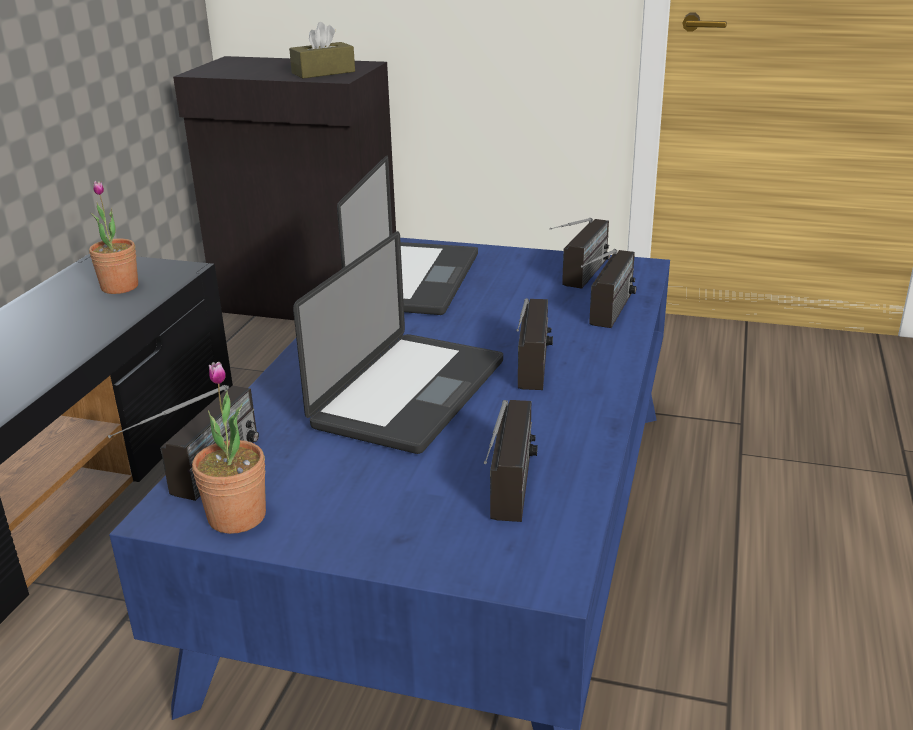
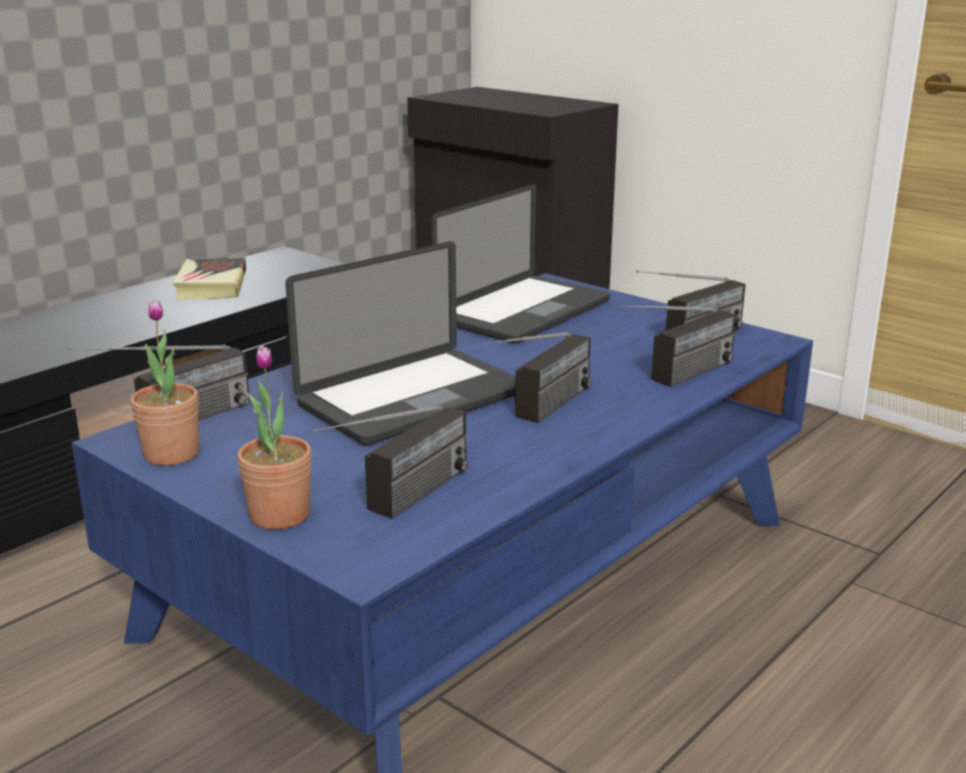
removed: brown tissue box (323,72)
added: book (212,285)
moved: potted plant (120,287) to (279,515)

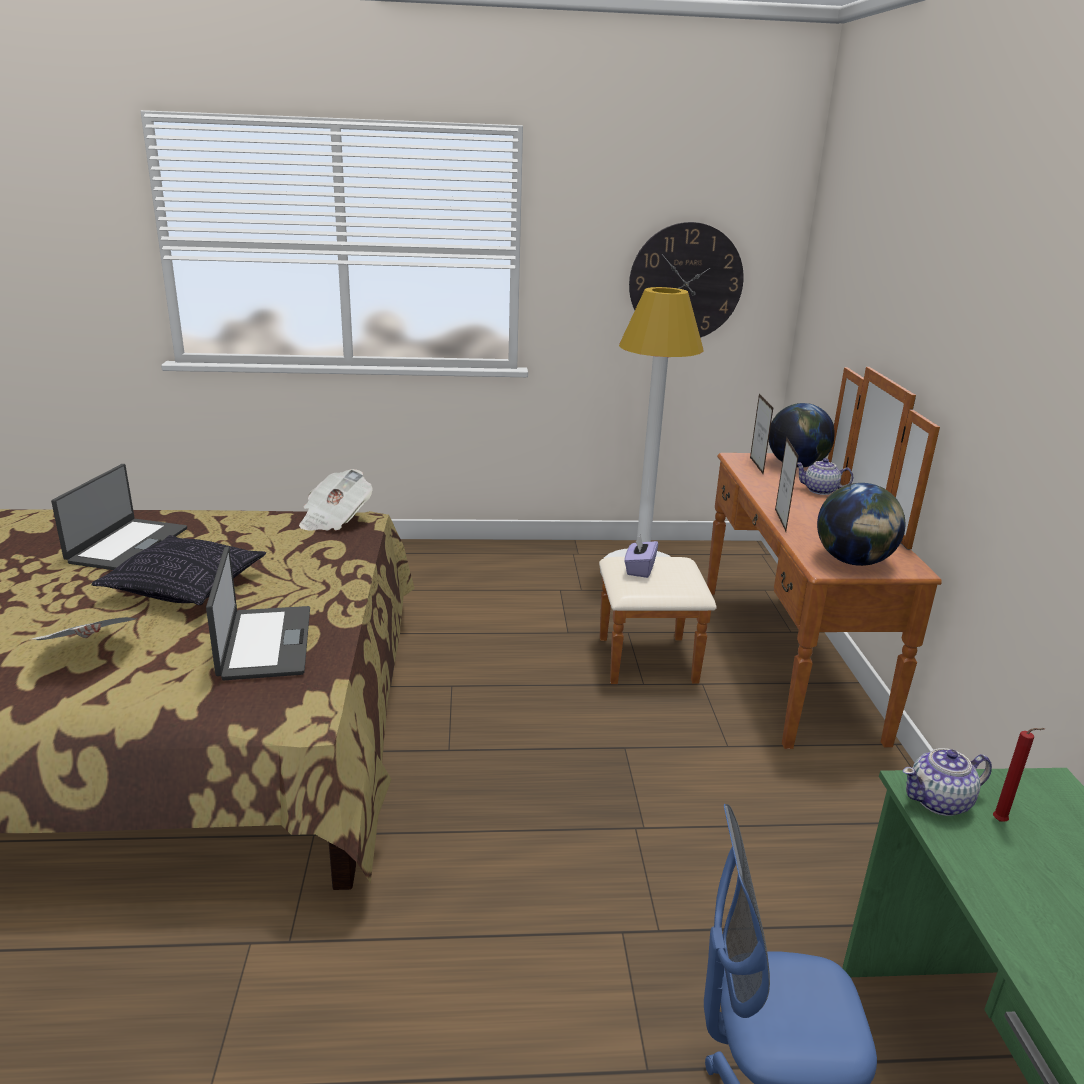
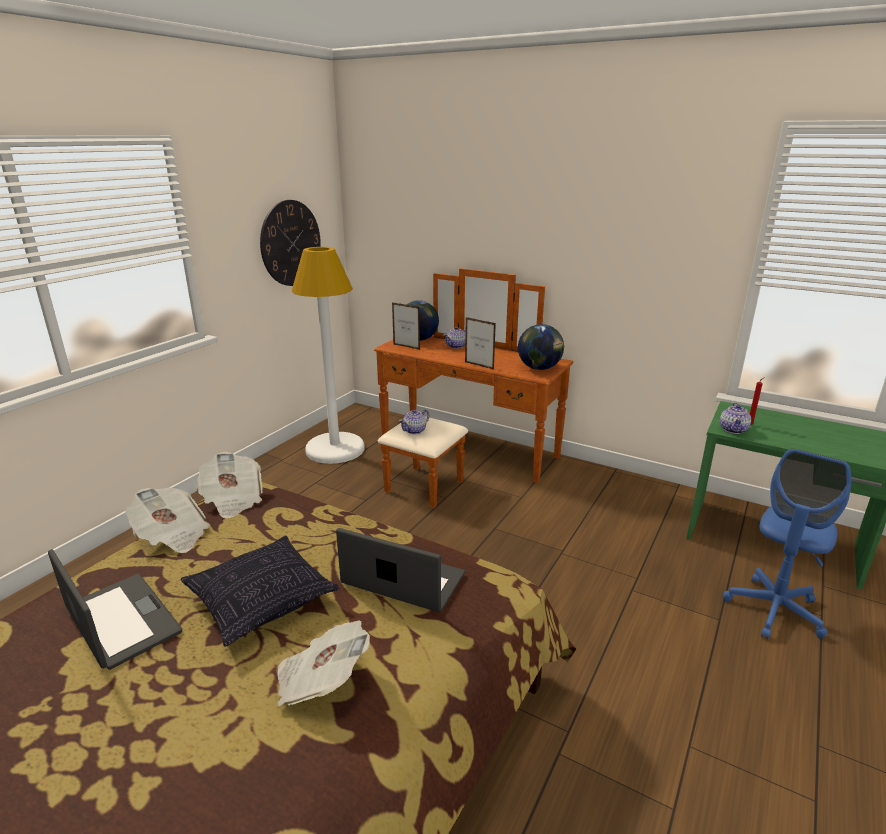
added: newspaper (172,535)
replaced: purple tissue box (639,569) to teapot (415,430)

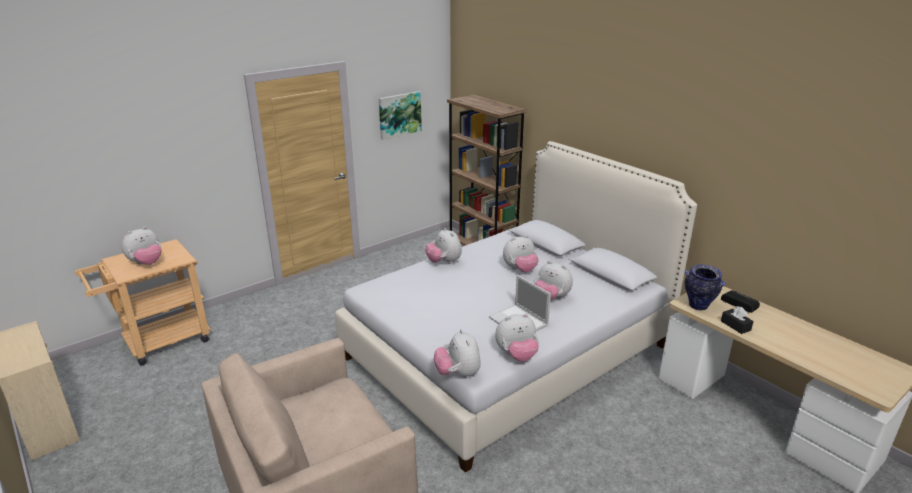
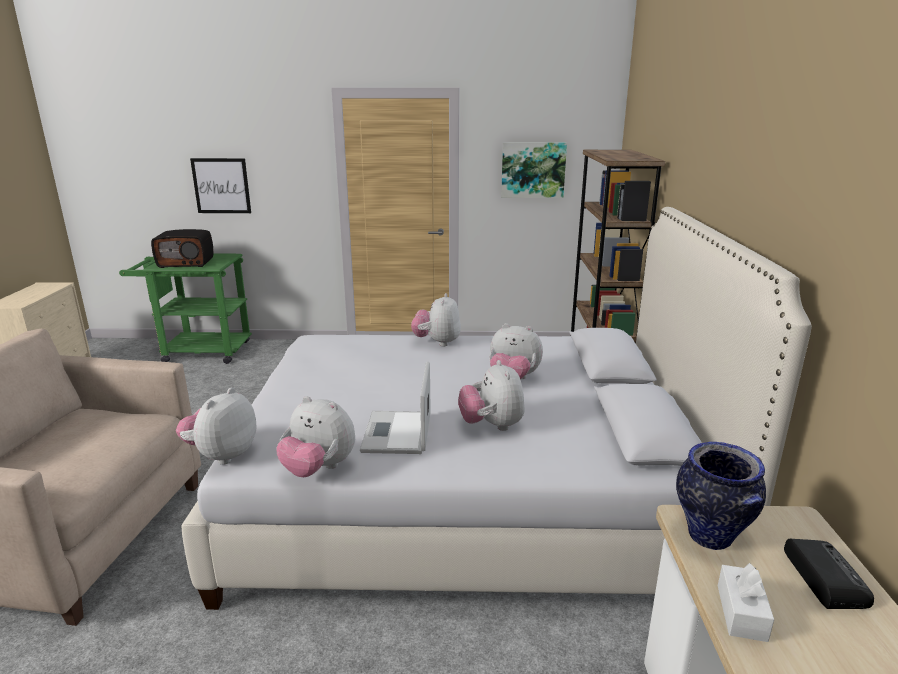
added: picture (221,186)
replaced: plush toy (146,263) to radio (186,263)
recoloured: beige cart (159,343) to green cart (199,351); black tissue box (735,325) to white tissue box (741,612)

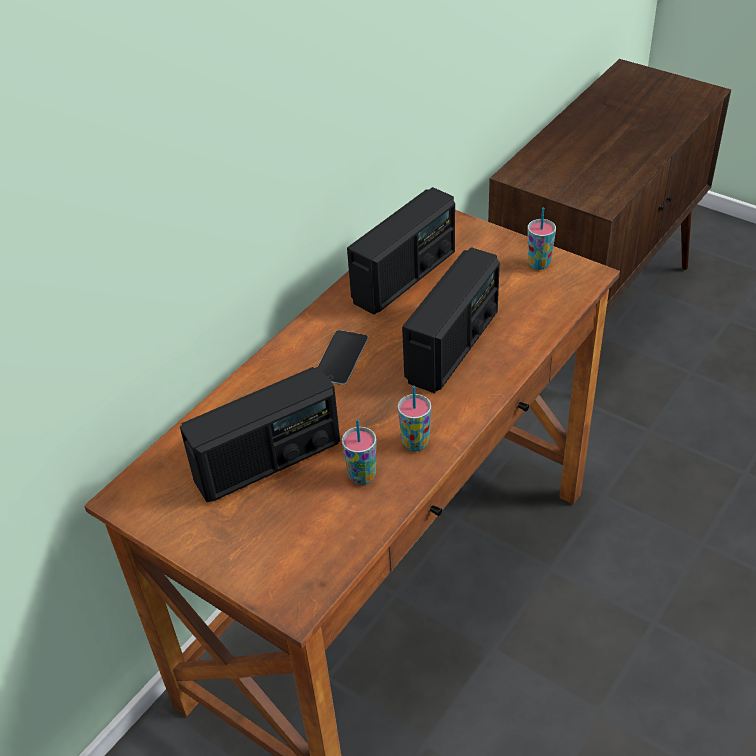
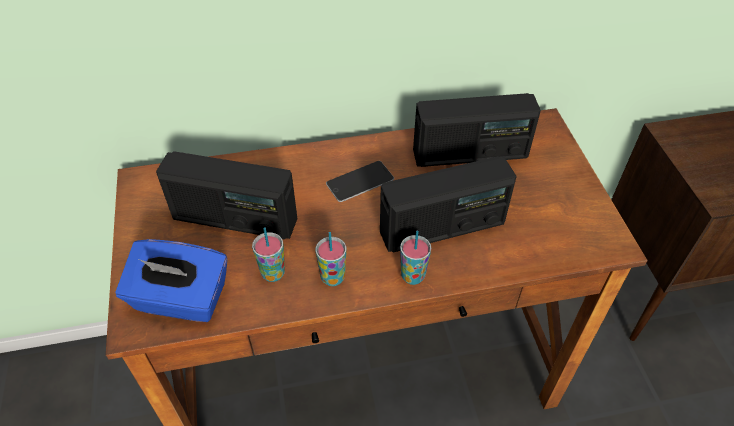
added: blue tissue box (180,299)
moved: cup (539,264) to (413,276)

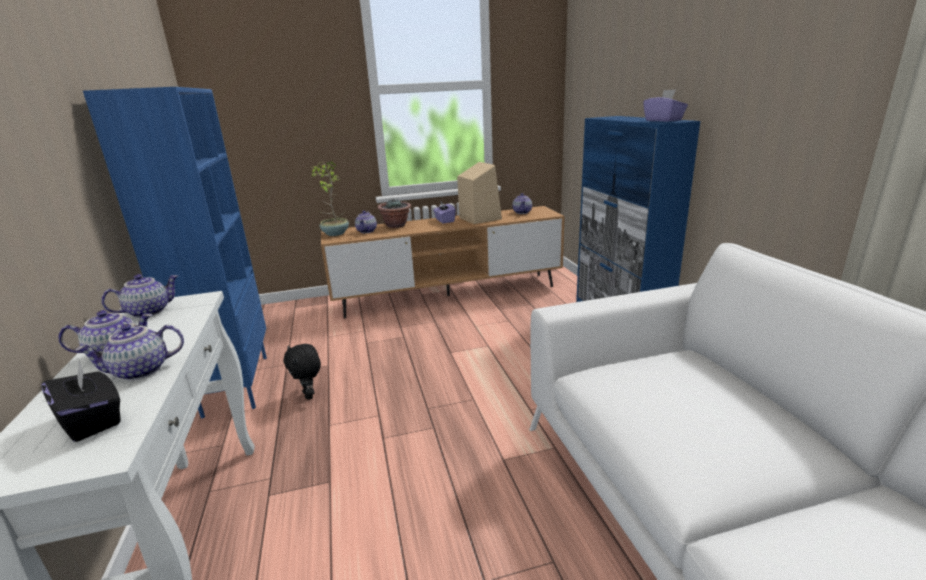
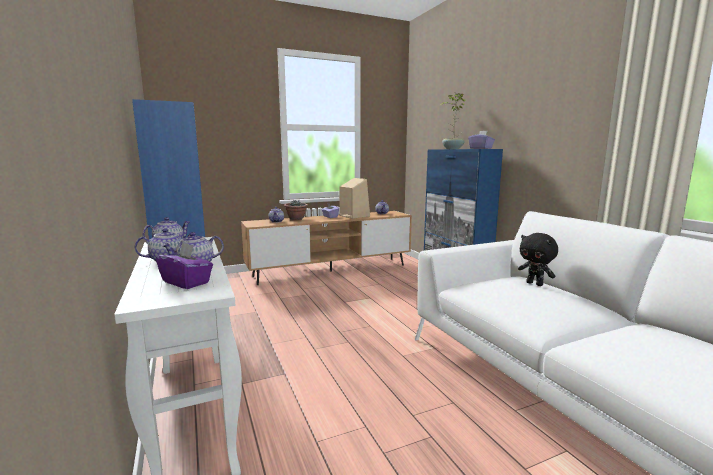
moved: potted plant (334,234) to (452,149); black plush toy (309,395) to (535,284)
recoloured: black tissue box (92,420) to purple tissue box (186,282)

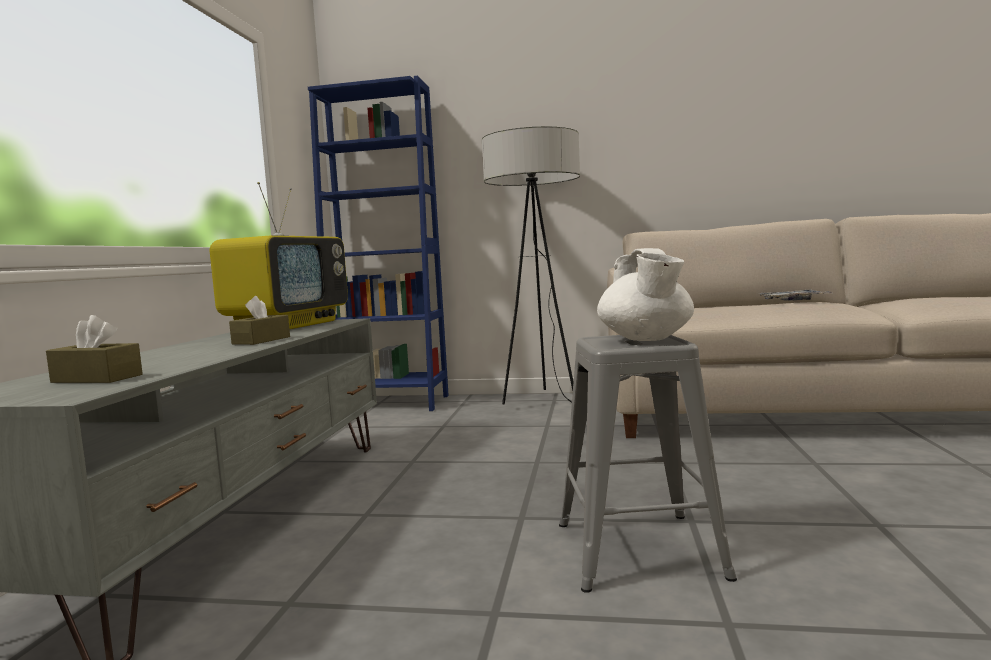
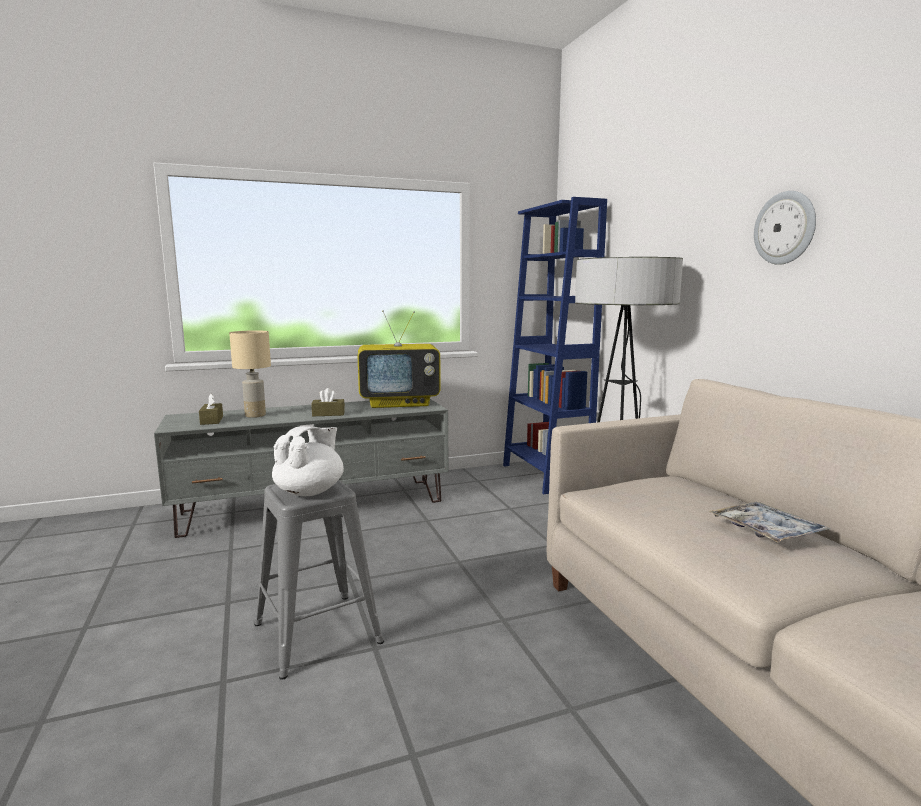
added: beige table lamp (255,415); wall clock (785,228)
turned: white teapot (646,339) = (310,491) 150 degrees clockwise

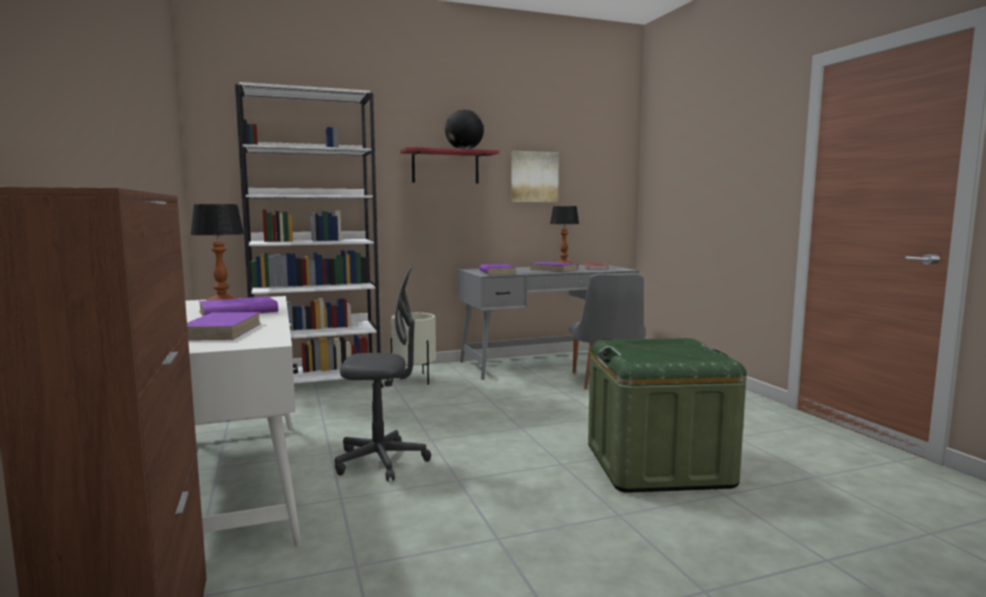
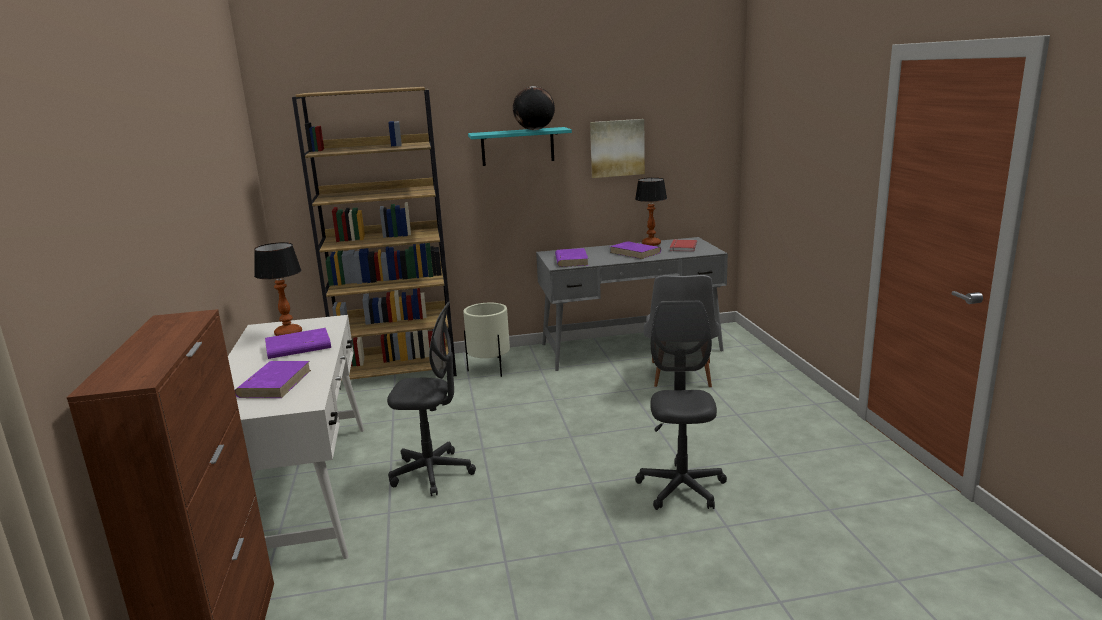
replaced: green storage box (657,465) to grey office chair (681,488)
recoloured: white bookcase (318,382) to brown bookcase (398,371); red shelf (445,167) to turquoise shelf (517,146)

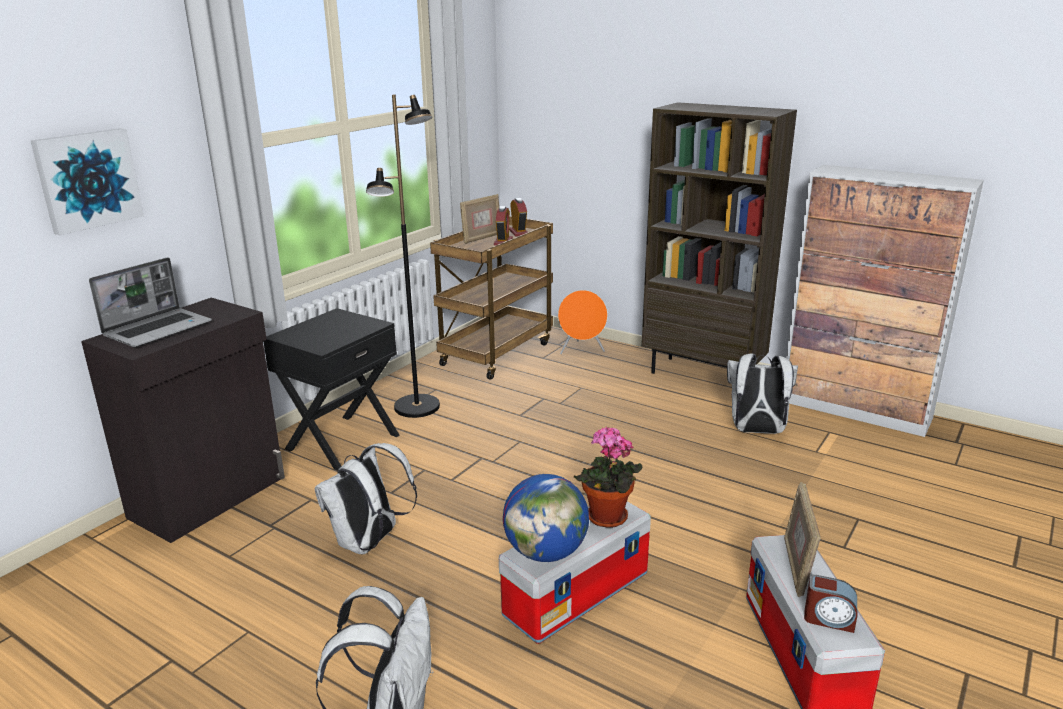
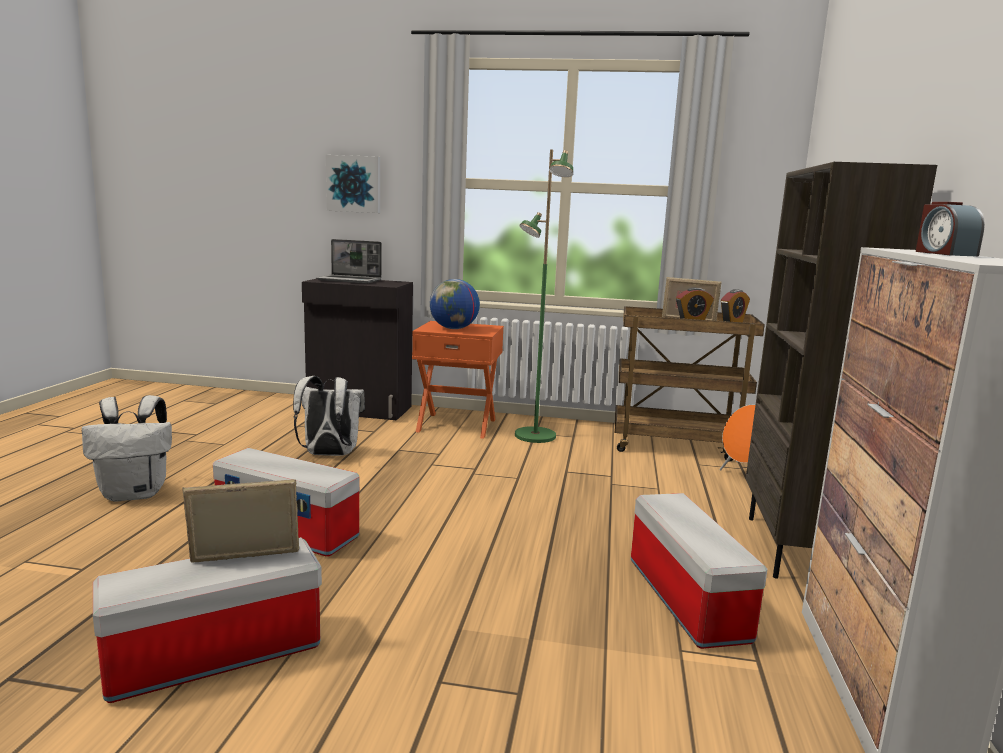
removed: potted plant (606,519)
moved: globe (546,552) to (454,329); alarm clock (829,619) to (944,254)
replaced: white backpack (756,431) to storage box (684,598)
recoloured: black nightstand (341,441) to orange nightstand (457,425); black floor lamp (417,407) to green floor lamp (534,436)

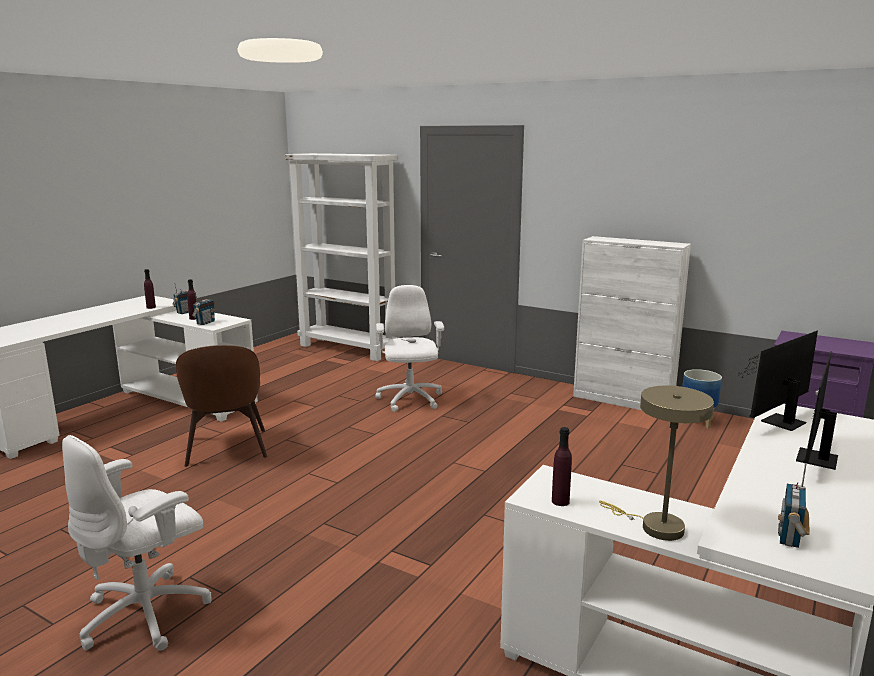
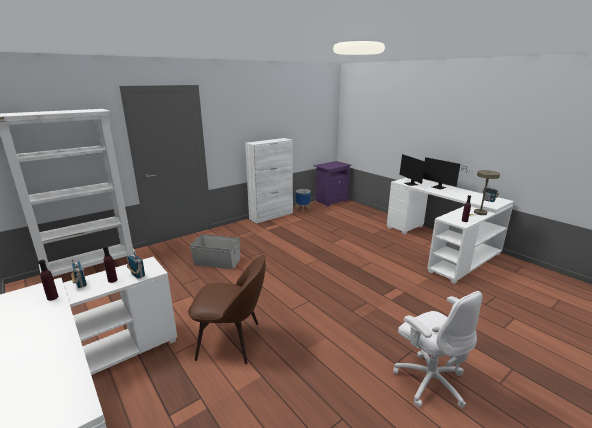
replaced: white office chair (410,400) to grey storage box (217,262)

